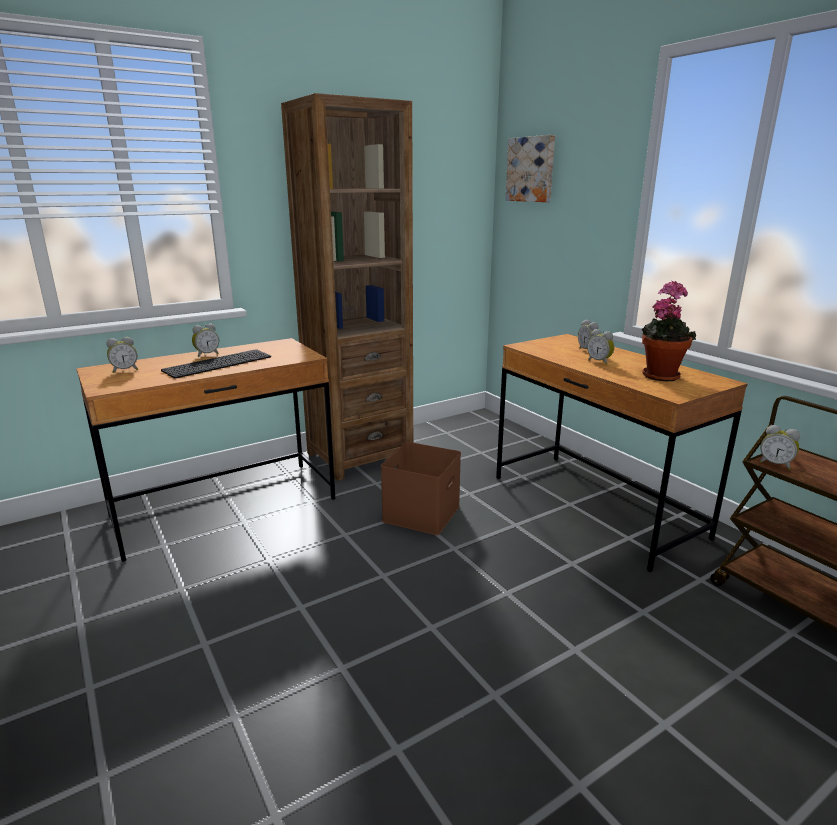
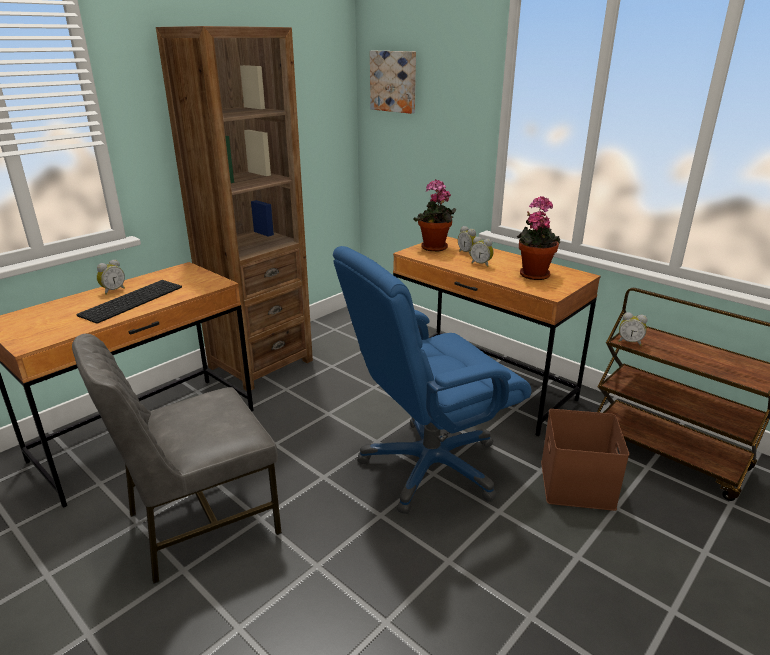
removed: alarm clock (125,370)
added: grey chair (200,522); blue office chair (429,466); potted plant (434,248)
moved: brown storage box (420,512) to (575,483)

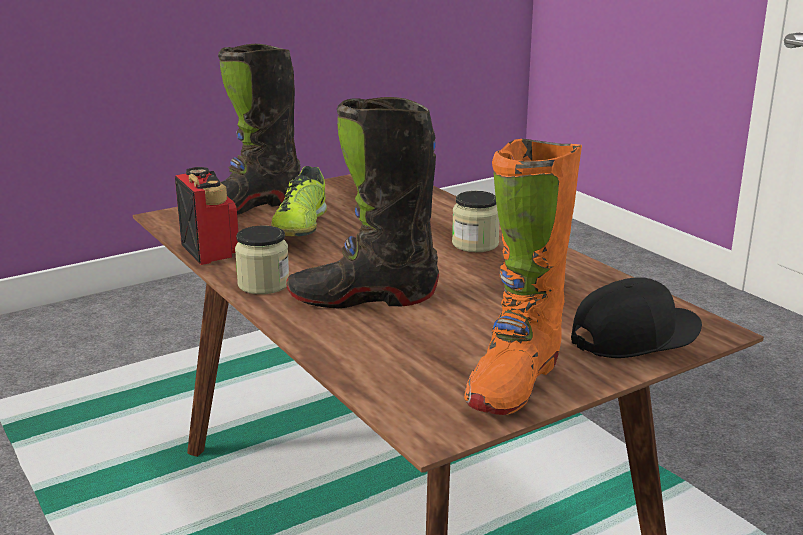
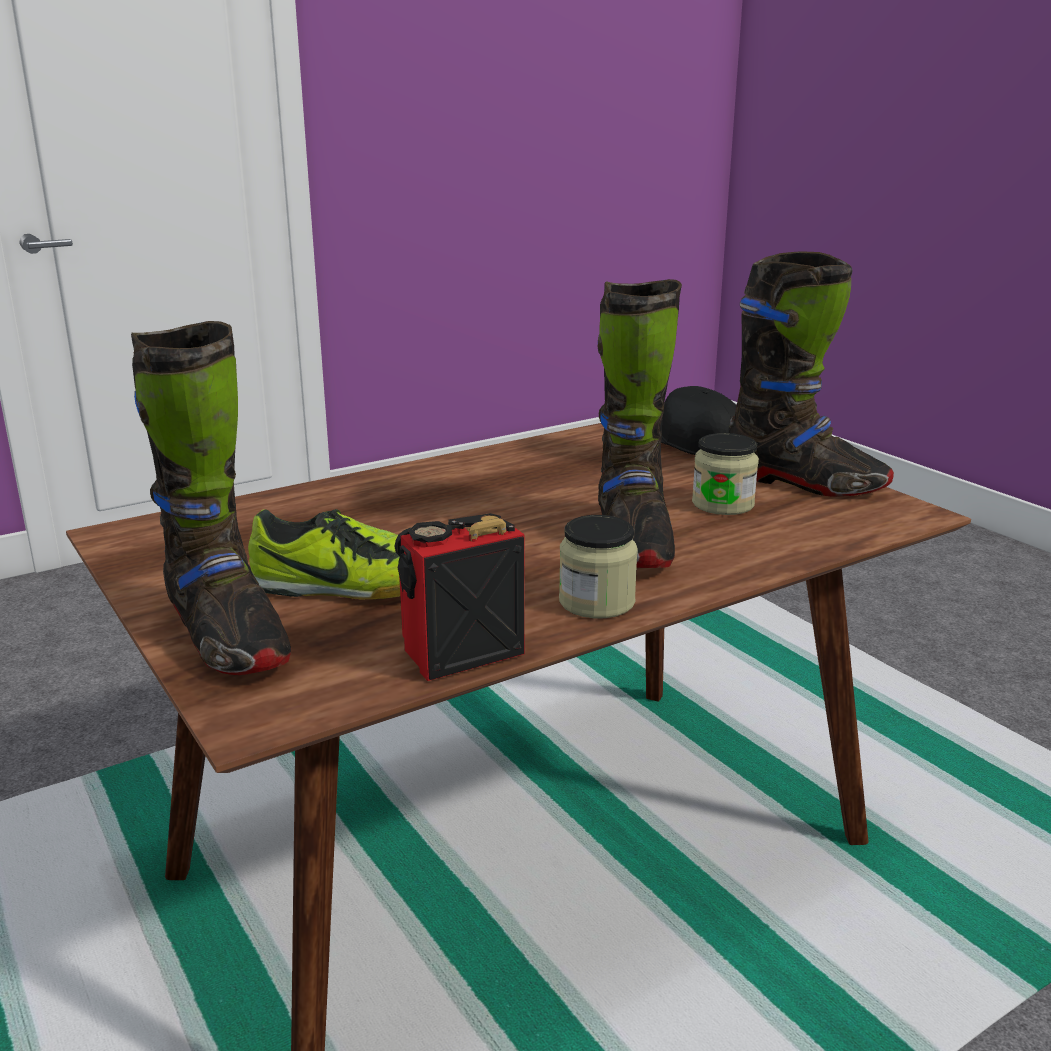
moved: jar (475,244) to (723,504)
recoloured: orange boot (514,382) to black boot (803,483)

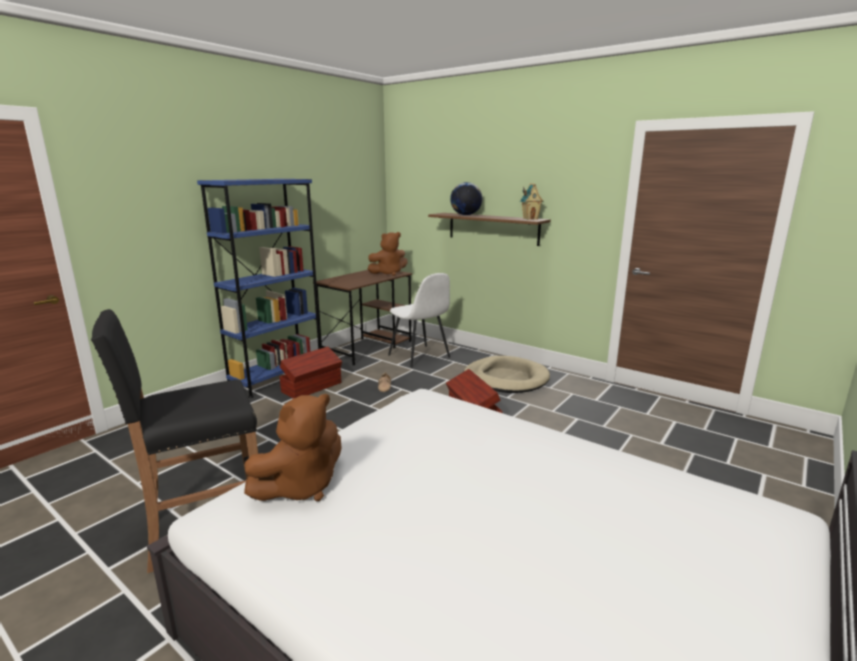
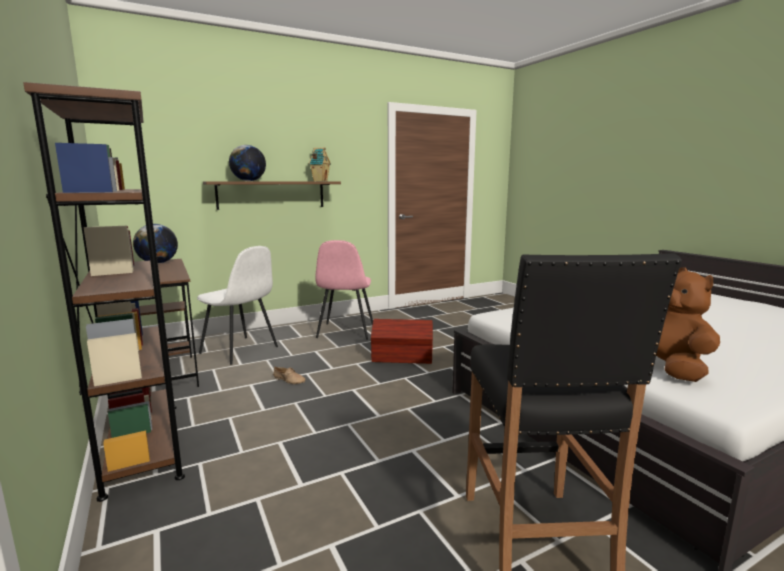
removed: brown storage box (312,387)
replaced: brown plush toy (388,273) to globe (158,263); beige dog bed (506,378) to pink chair (345,332)
recoloured: blue bookcase (277,377) to brown bookcase (143,445)
turned: white chair (419,357) = (240,350) 45 degrees clockwise

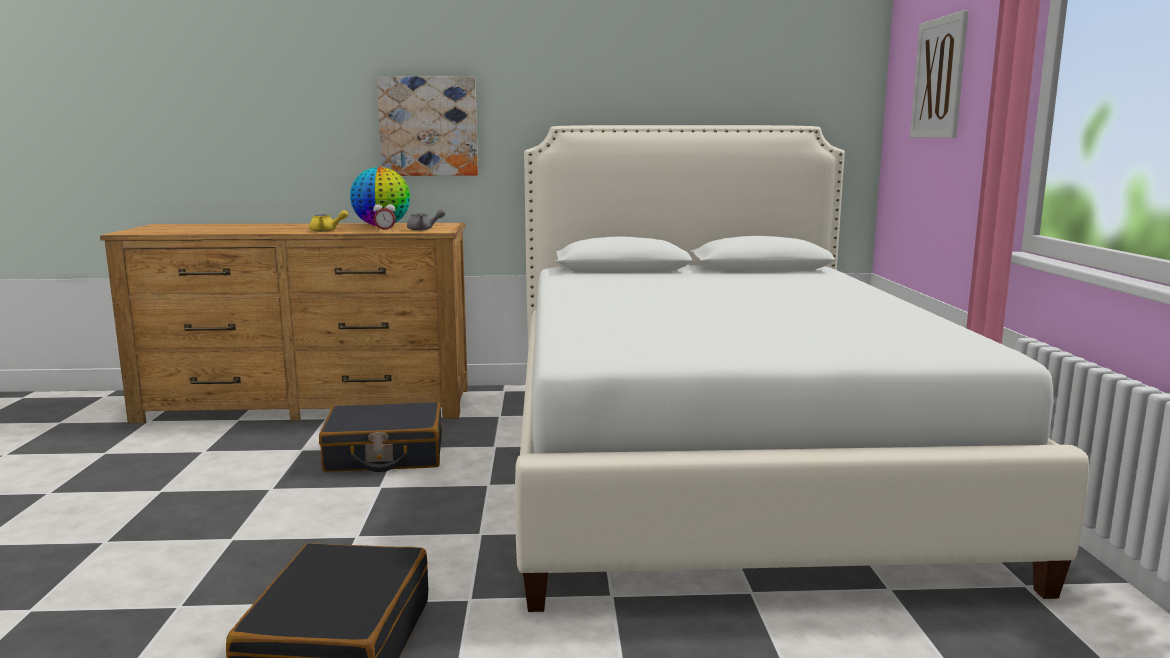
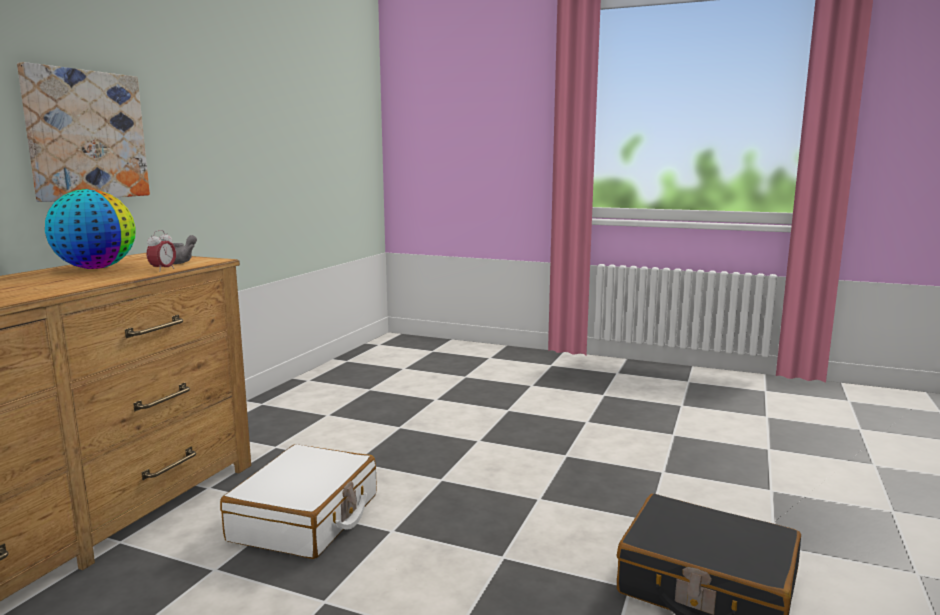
removed: yellow teapot (327,230); white bed (720,461); picture (939,78)
recoloured: black suitcase (384,455) to white suitcase (306,518)

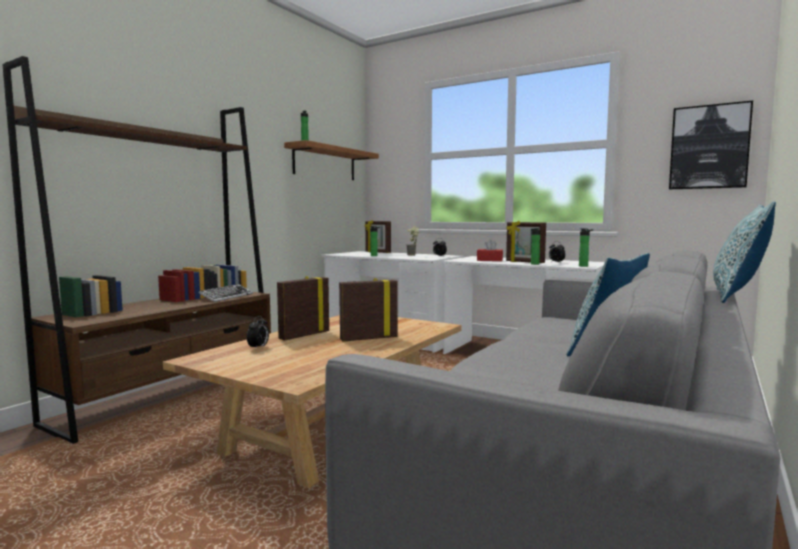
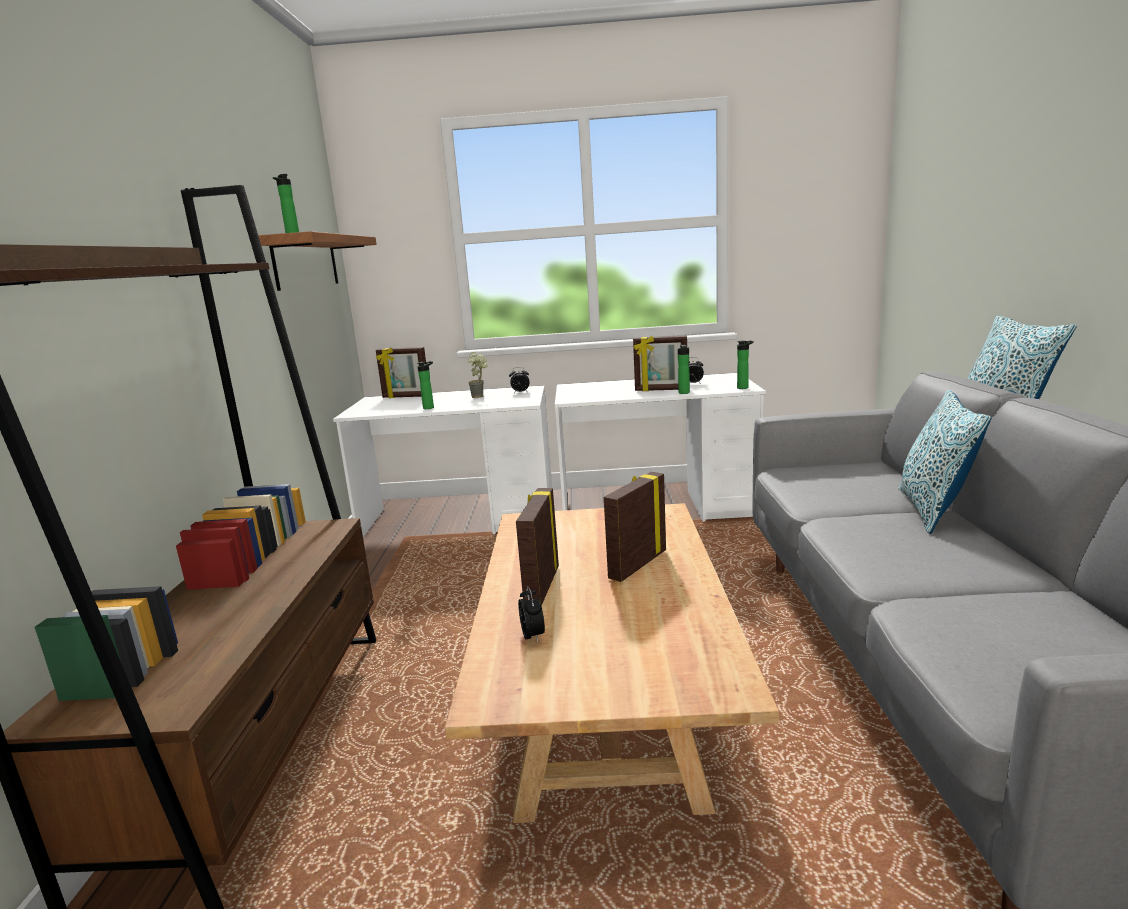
removed: keyboard (226,297); red tissue box (489,260); picture (709,147)

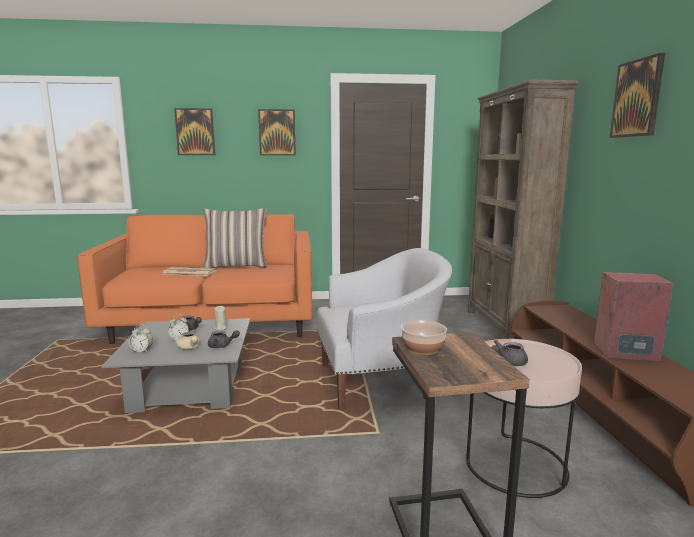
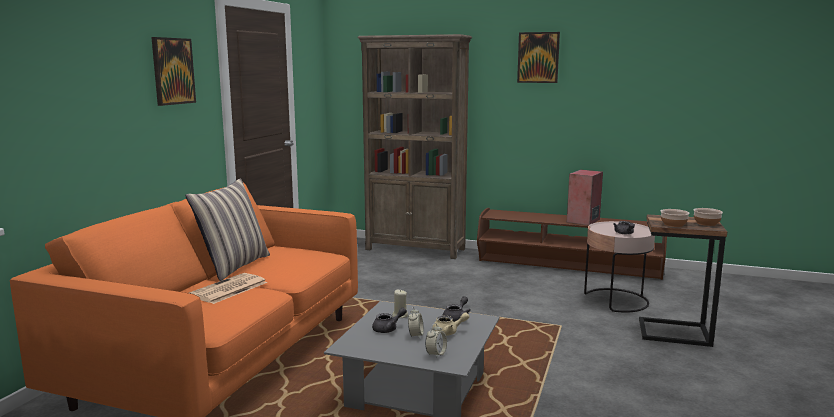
removed: picture (195,132); white armchair (379,381)
added: bowl (706,223)

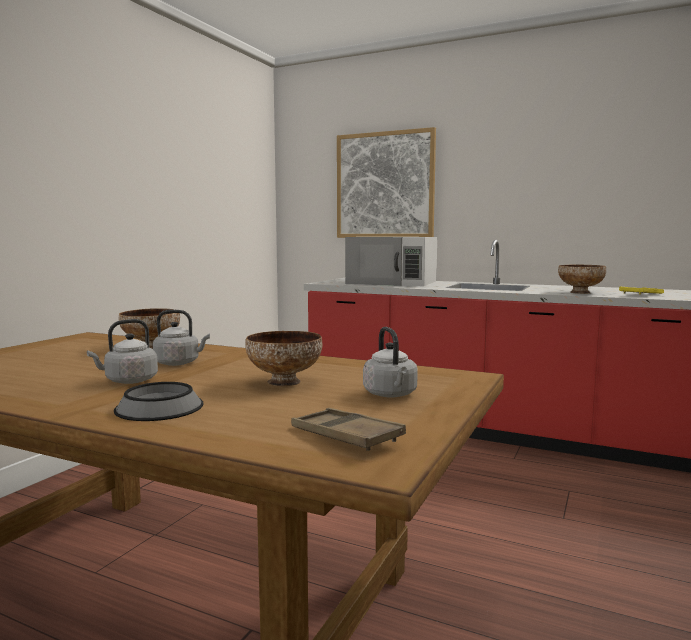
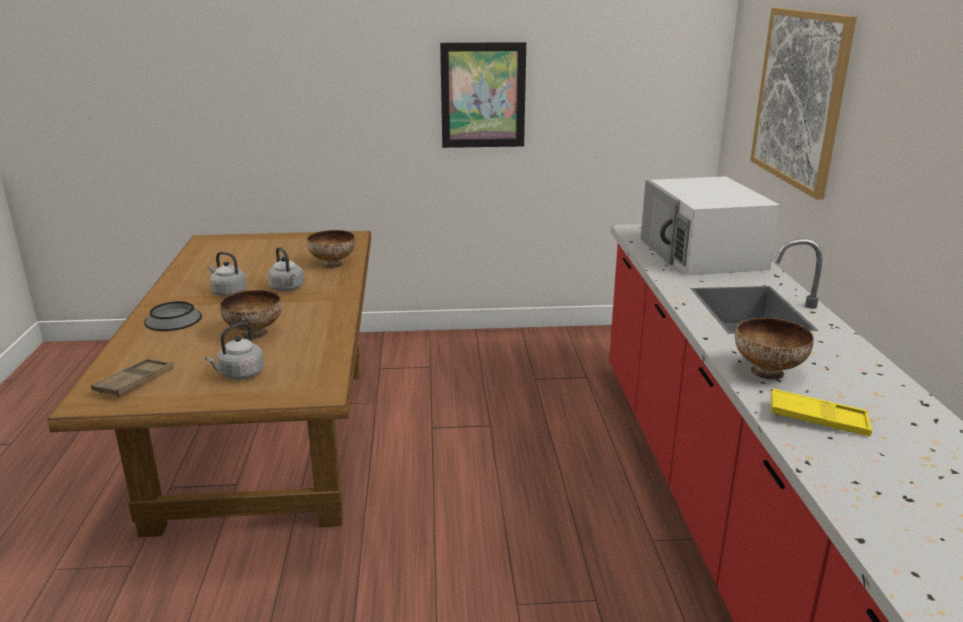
added: picture (483,95)

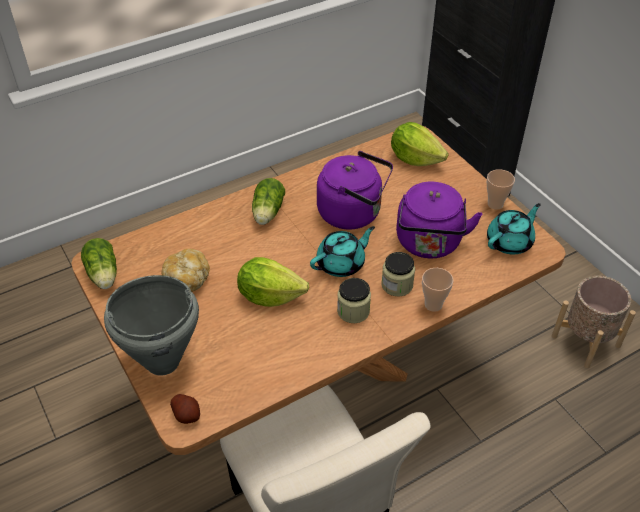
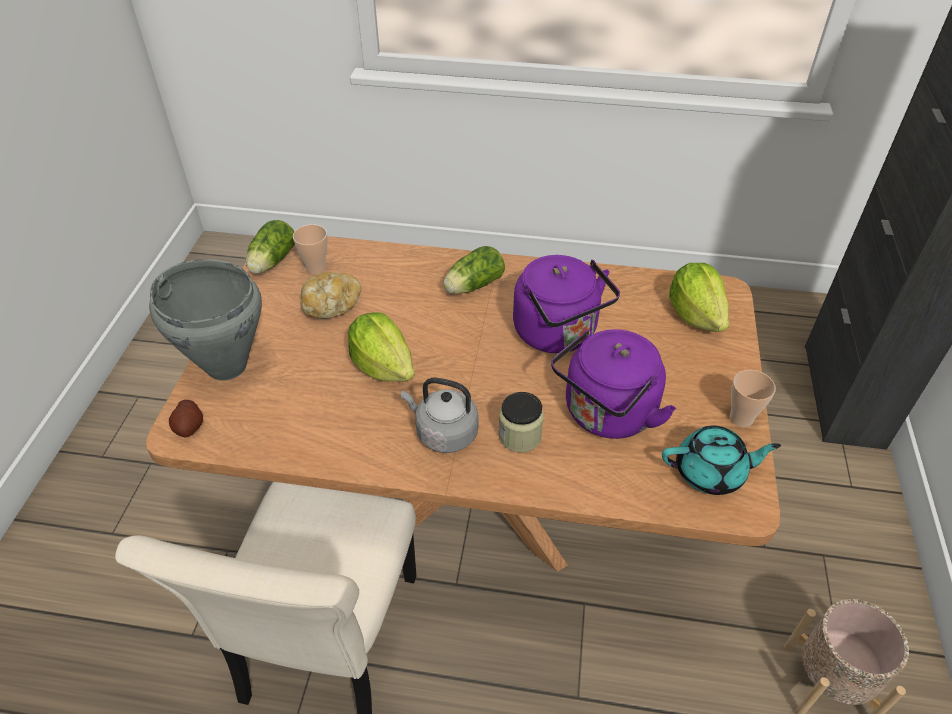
removed: turquoise teapot (341,264)
moved: cup (433,305) to (316,268)
replaced: jar (353,311) to grey kettle (443,433)

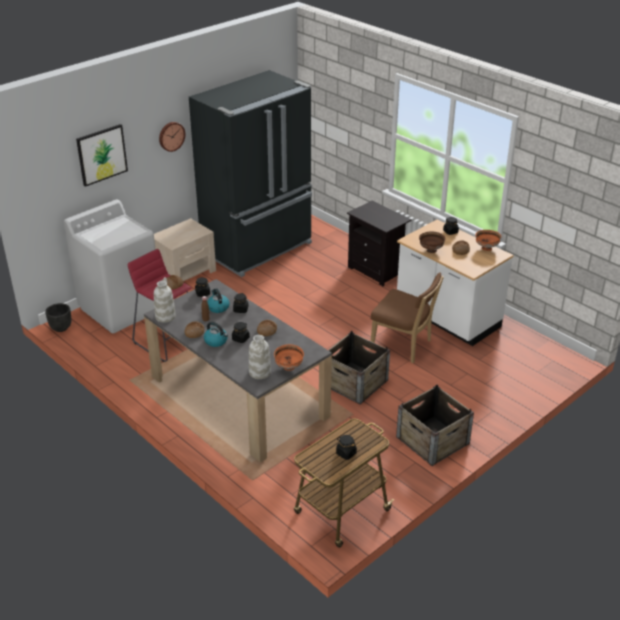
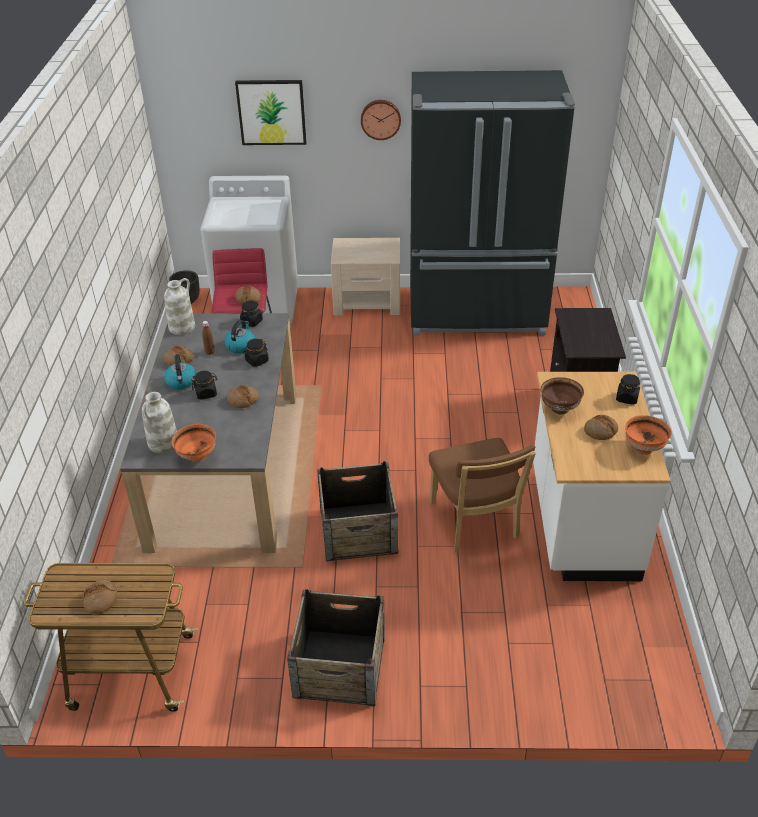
replaced: black jar (346,453) to bread (101,600)

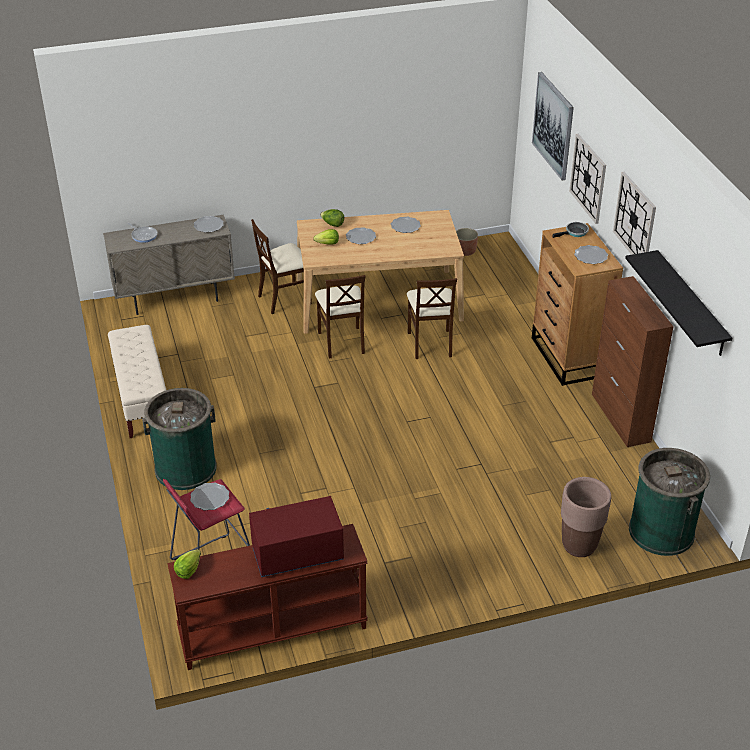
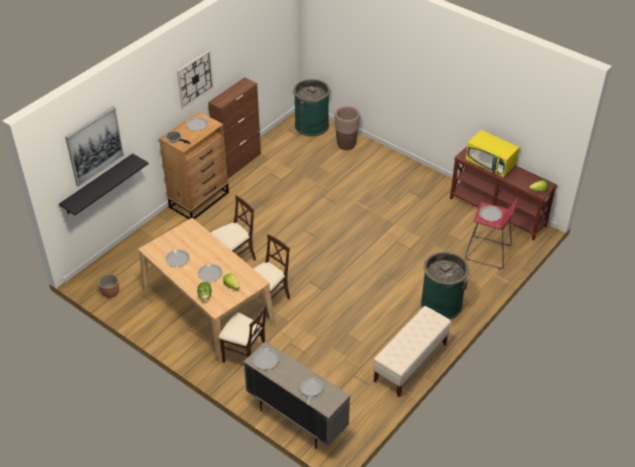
removed: wall clock (588,178)
moved: black shelf (691,304) to (98,184)
recoloured: red microwave (297,554) to yellow microwave (491,164)

